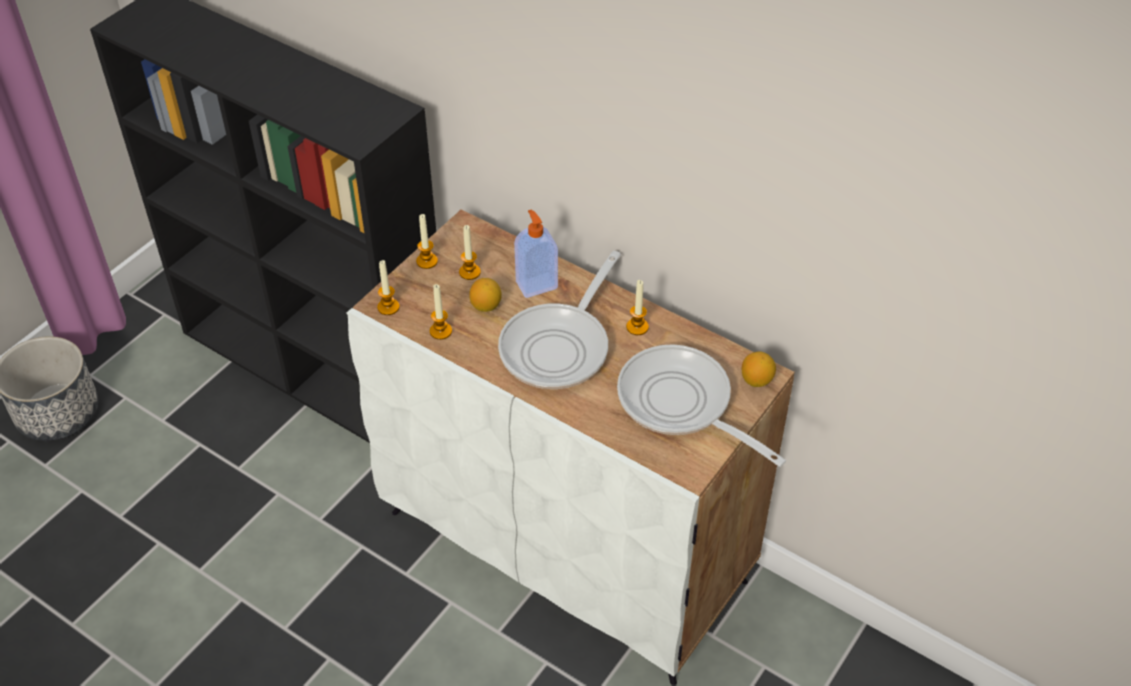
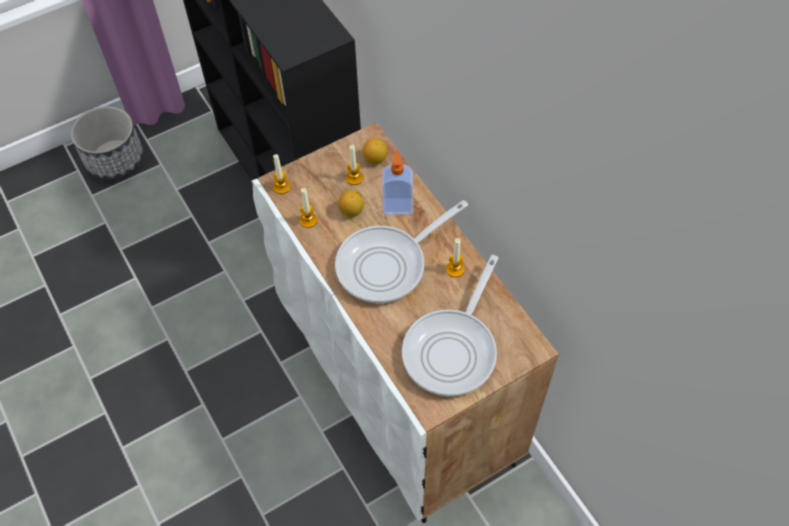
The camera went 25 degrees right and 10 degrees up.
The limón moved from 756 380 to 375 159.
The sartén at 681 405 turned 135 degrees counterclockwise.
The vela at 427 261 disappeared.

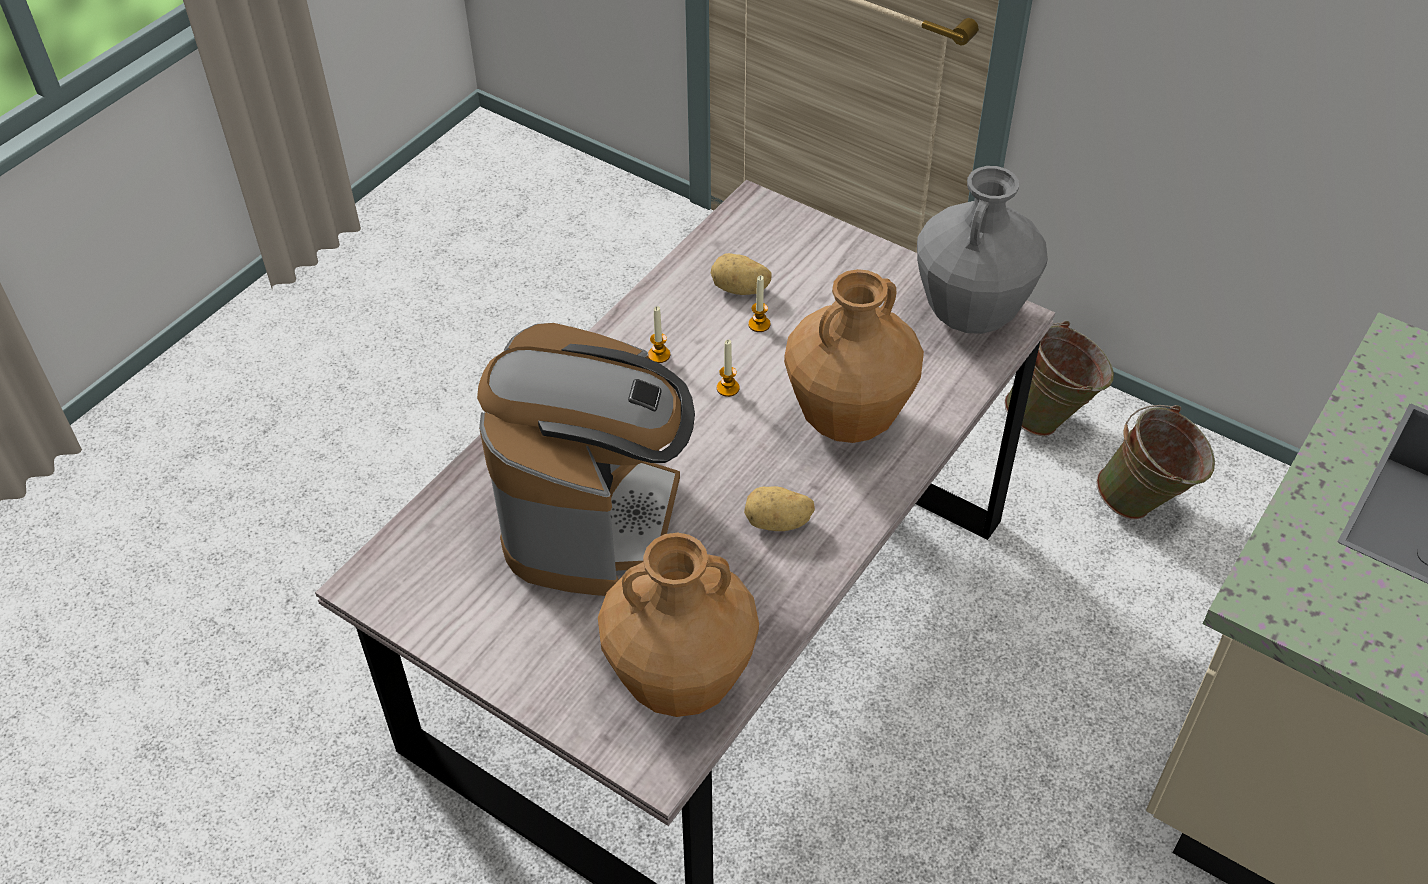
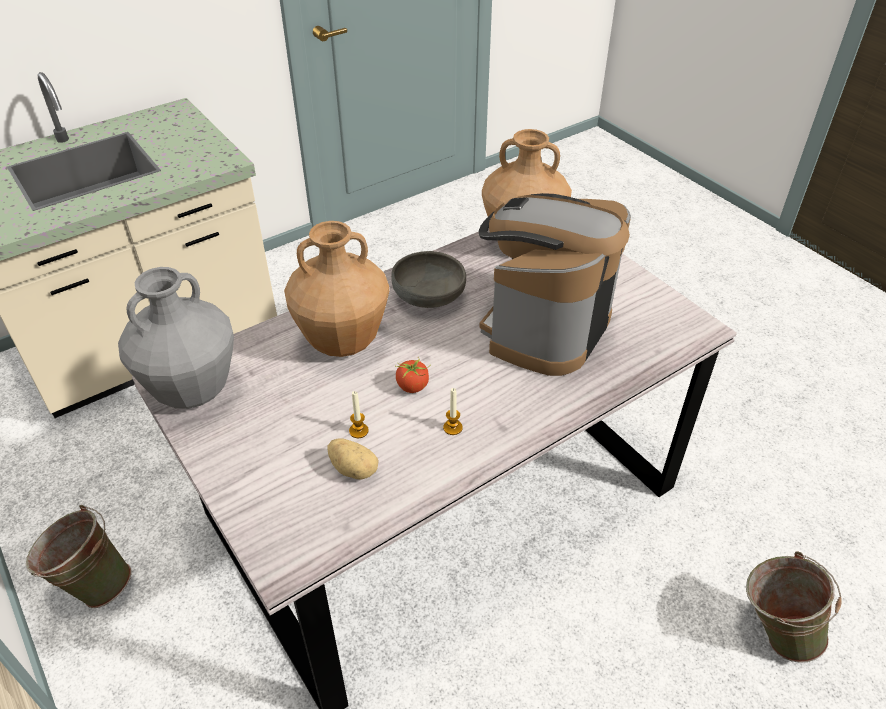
The camera went 160 degrees left and 5 degrees down.
The patata at 778 523 was replaced by the cuenco (gris) at 428 296.
The vela at 728 388 was replaced by the tomate at 413 386.
The cubo (verde) moved from 1145 504 to 773 632.

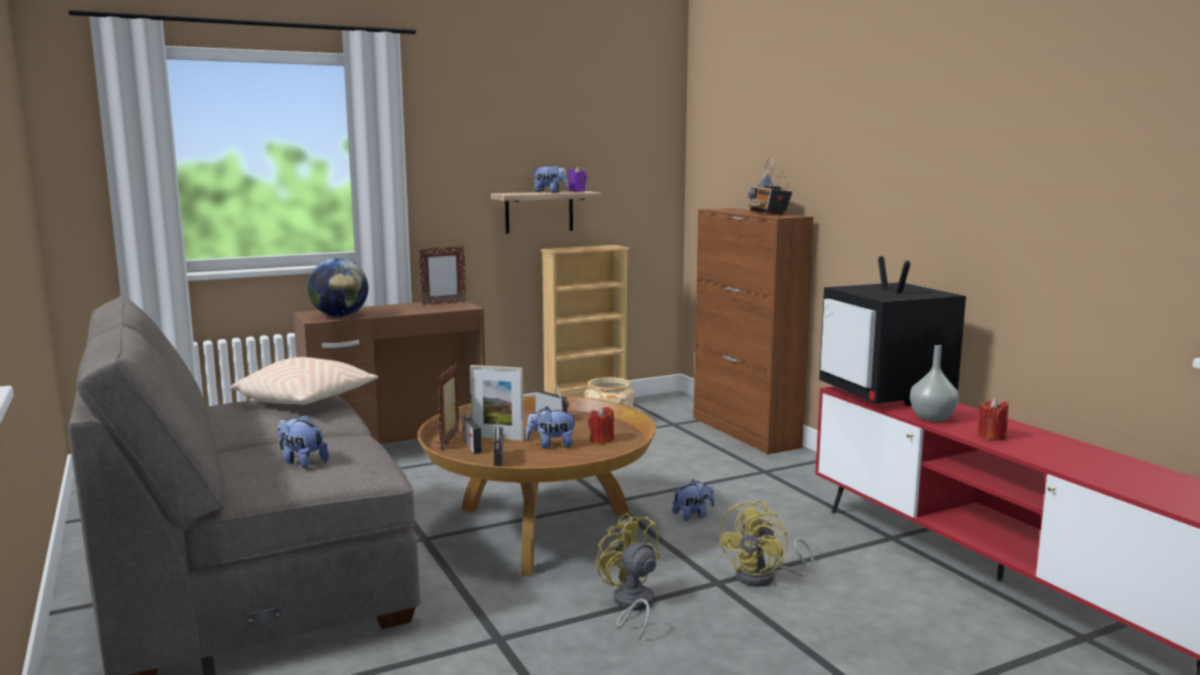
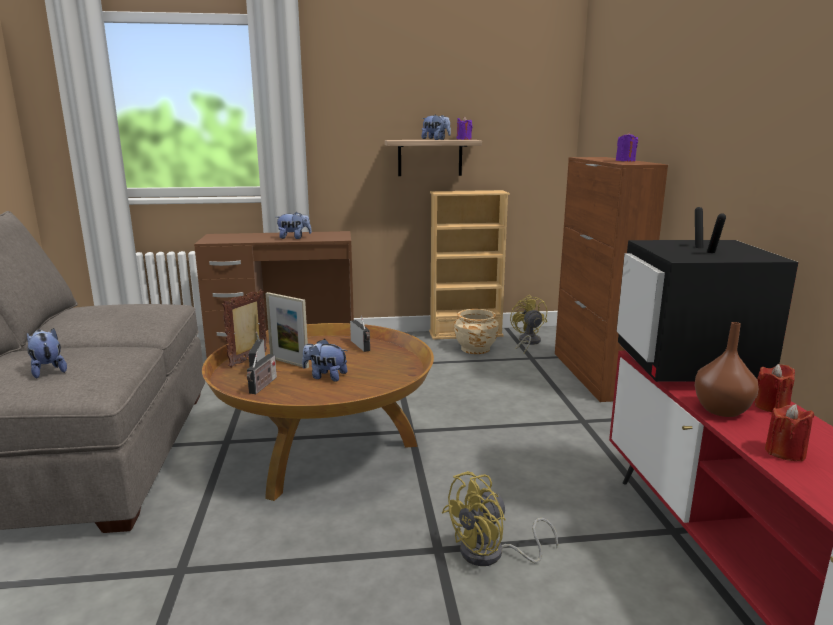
The camera went 20 degrees right and 5 degrees up.
The peluche moved from 693 515 to 294 238.
The ventilador (amarillo) moved from 631 605 to 527 342.
The radio at 768 213 was replaced by the vela (morado) at 625 161.
The florero (gris) at 933 418 became the florero (marrón) at 723 411.
The vela (rojo) moved from 601 440 to 771 406.
The cojín (beis) at 307 401 disappeared.
The globo terráqueo at 339 316 disappeared.
The portarretratos at 443 304 disappeared.

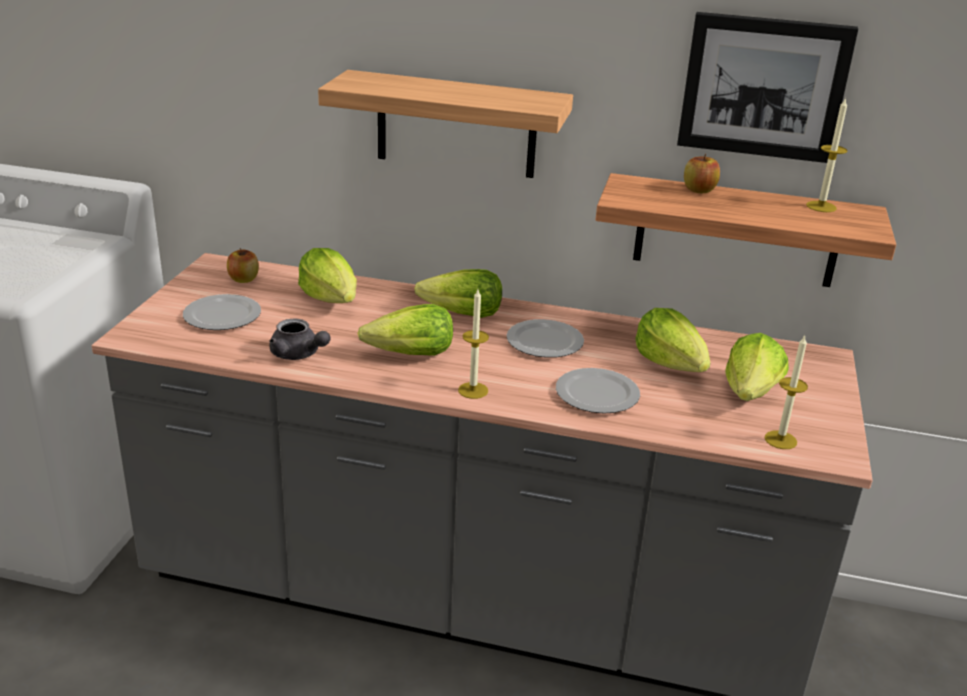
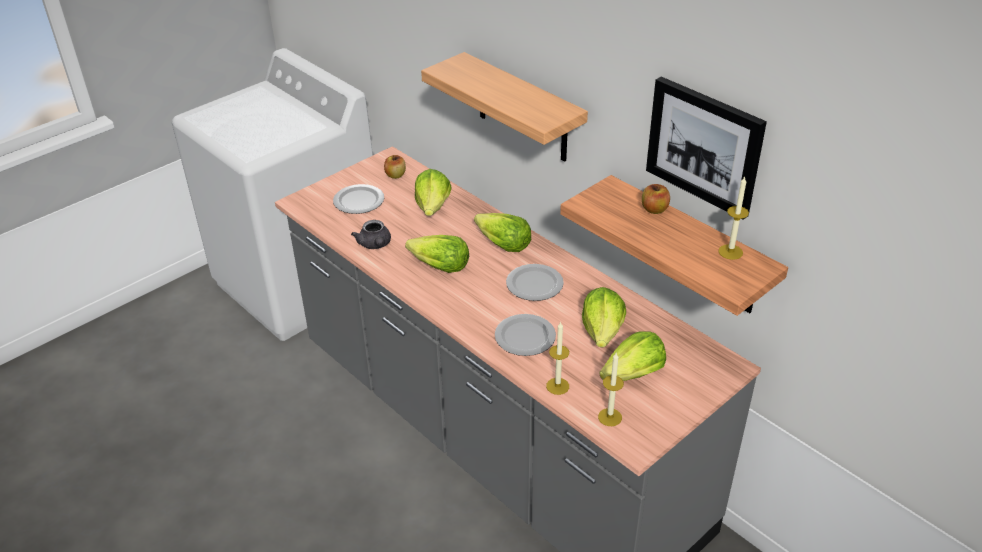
The camera went 35 degrees right and 10 degrees up.
The vela moved from 473 390 to 557 386.

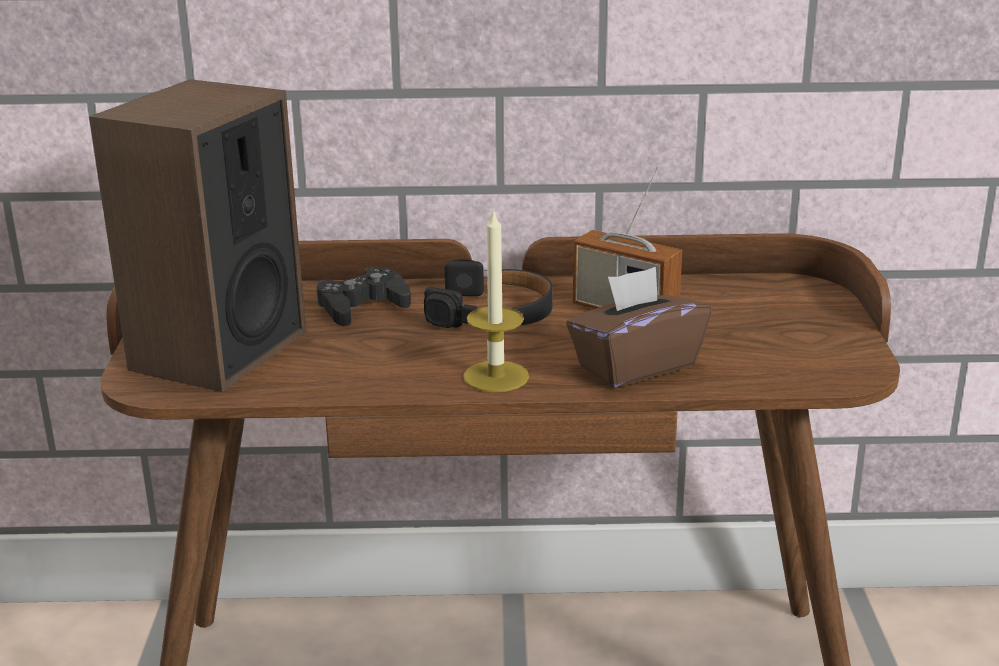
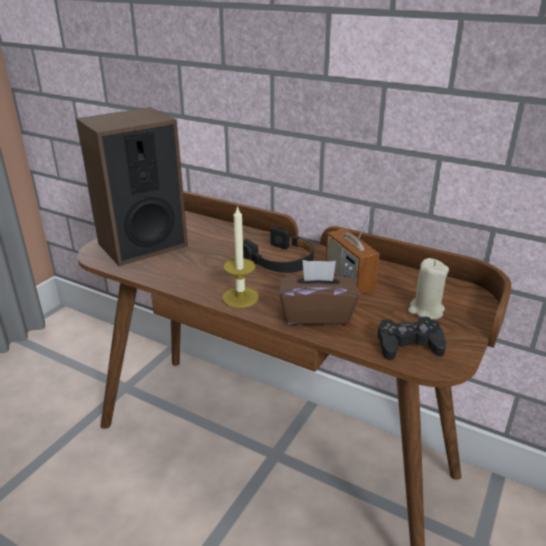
The camera went 30 degrees right and 5 degrees up.
The mando de consola (negro) moved from 362 307 to 408 345.
The vela (beis) at 425 310 appeared.

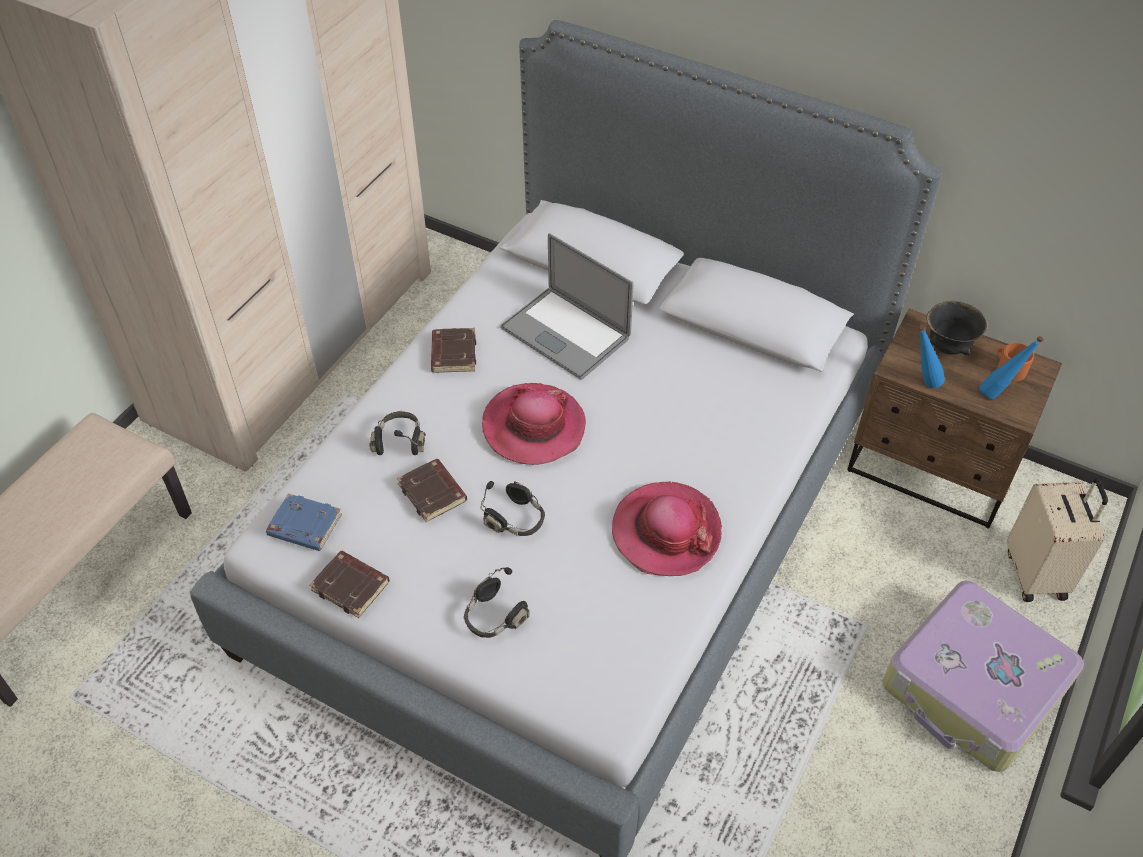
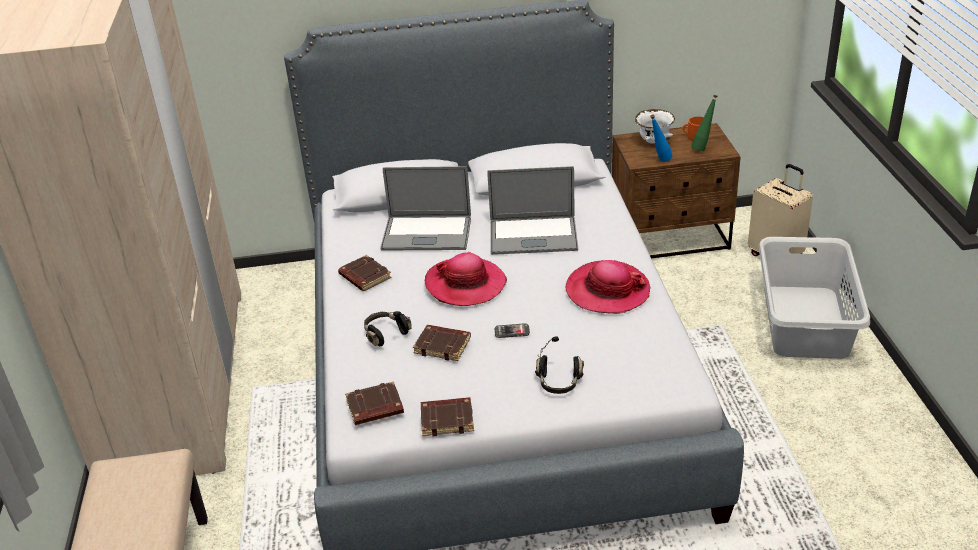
The camera went 35 degrees left and 15 degrees down.
The libro (azul) at 304 526 became the libro (marrón) at 374 408.
The portátil at 533 236 appeared.
The auriculares (negro) at 516 519 was replaced by the móvil at 512 332.
The cuenco (negro) at 947 347 became the cuenco (blanco) at 653 141.
The botella (azul) at 998 393 became the botella (verde) at 703 148.
The maleta at 974 688 was replaced by the cesto de la ropa (gris) at 806 321.

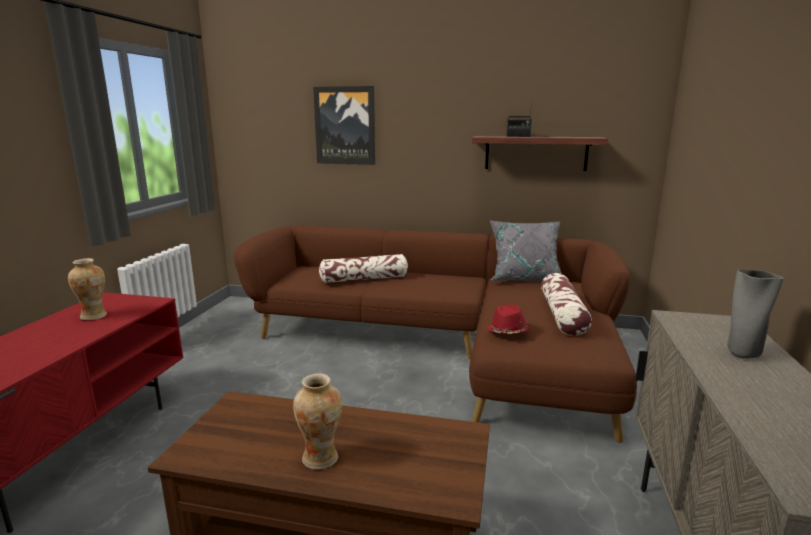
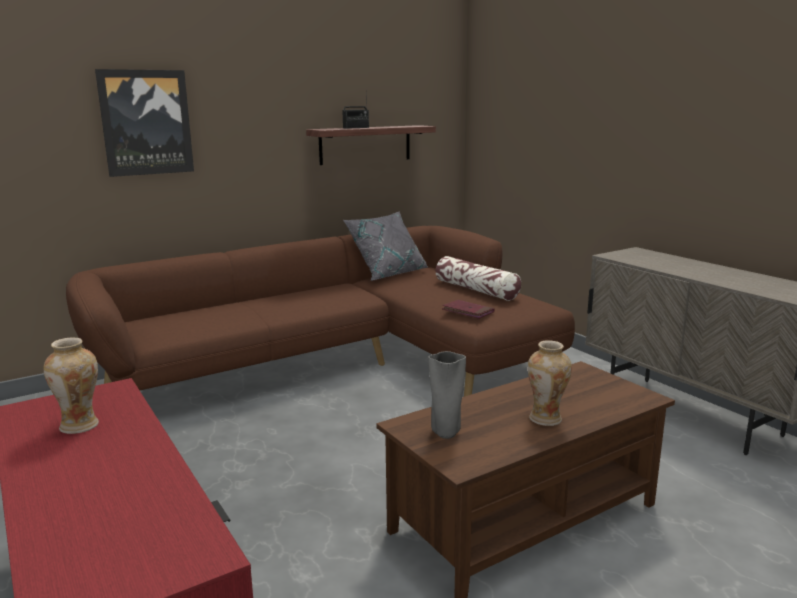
The camera went 45 degrees left and 0 degrees up.
The florero (gris) moved from 741 354 to 445 434.
The sombrero (rojo) at 507 332 was replaced by the libro (rojo) at 468 311.
The cojín at 364 279 disappeared.

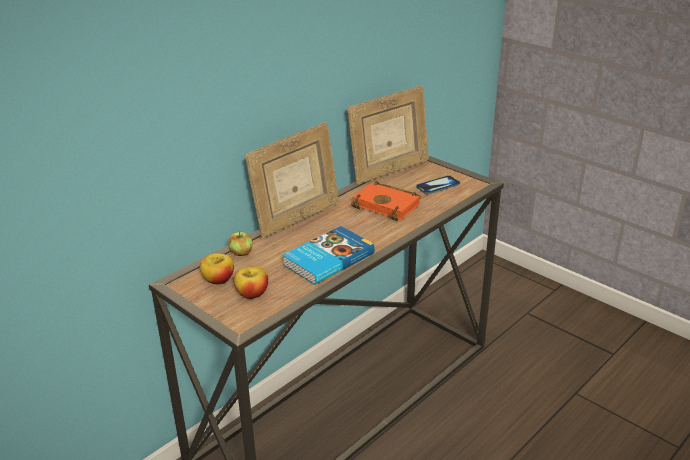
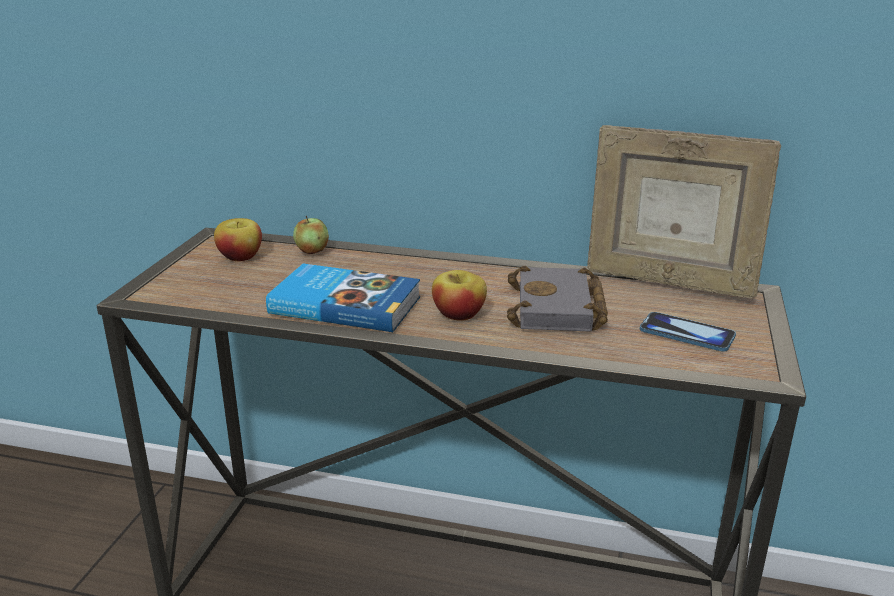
The camera went 60 degrees right and 5 degrees down.
The manzana moved from 252 294 to 459 315.
The libro (naranja) at 388 205 became the libro (gris) at 559 309.
The portarretratos at 297 219 disappeared.

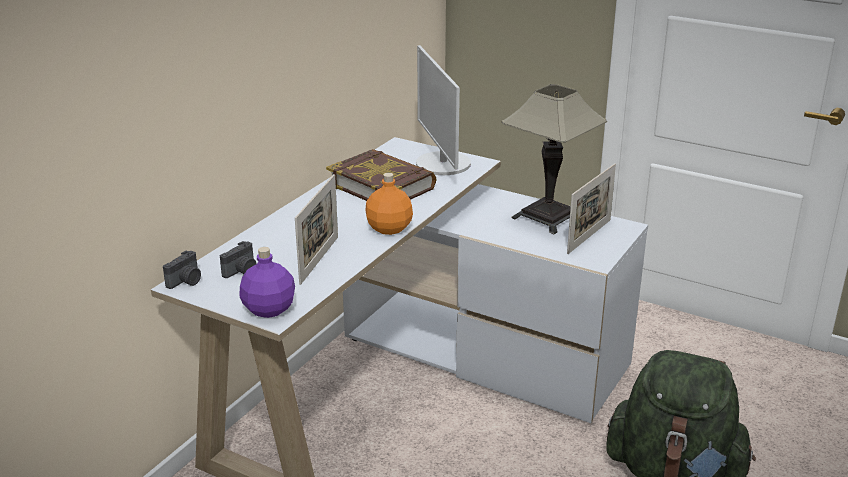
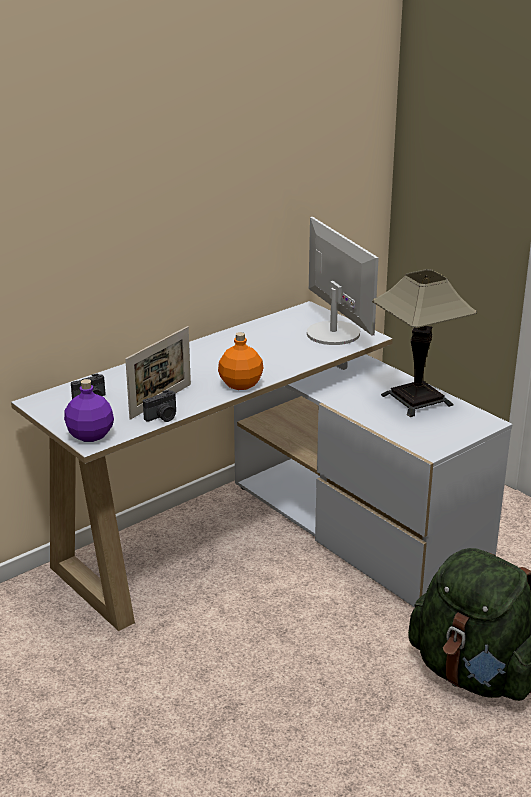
The camera went 20 degrees right and 0 degrees up.
The cámara moved from 186 281 to 163 417.
The monitor at 442 164 turned 150 degrees clockwise.
The libro at 381 186 disappeared.
The portarretratos at 589 236 disappeared.

